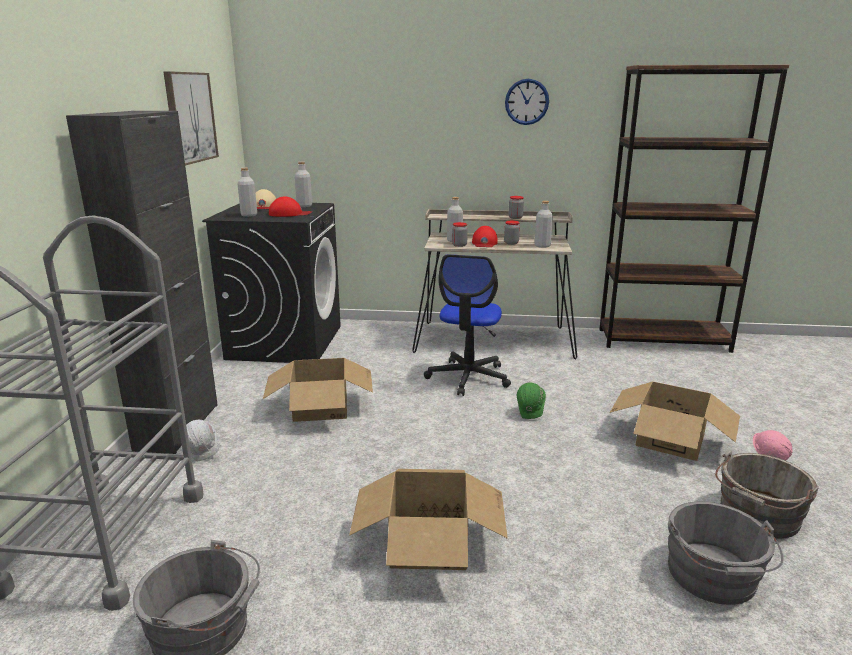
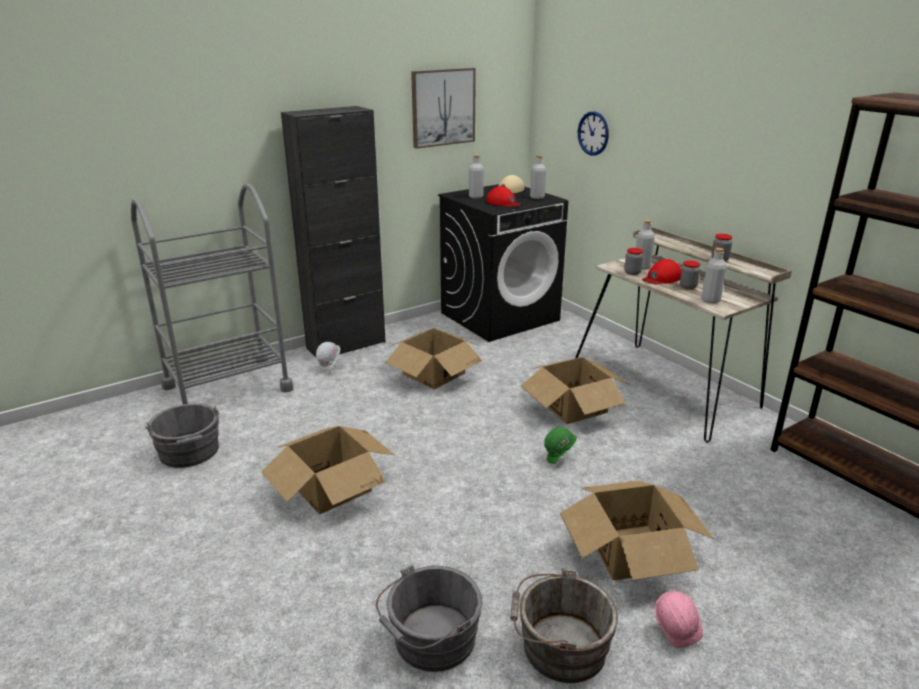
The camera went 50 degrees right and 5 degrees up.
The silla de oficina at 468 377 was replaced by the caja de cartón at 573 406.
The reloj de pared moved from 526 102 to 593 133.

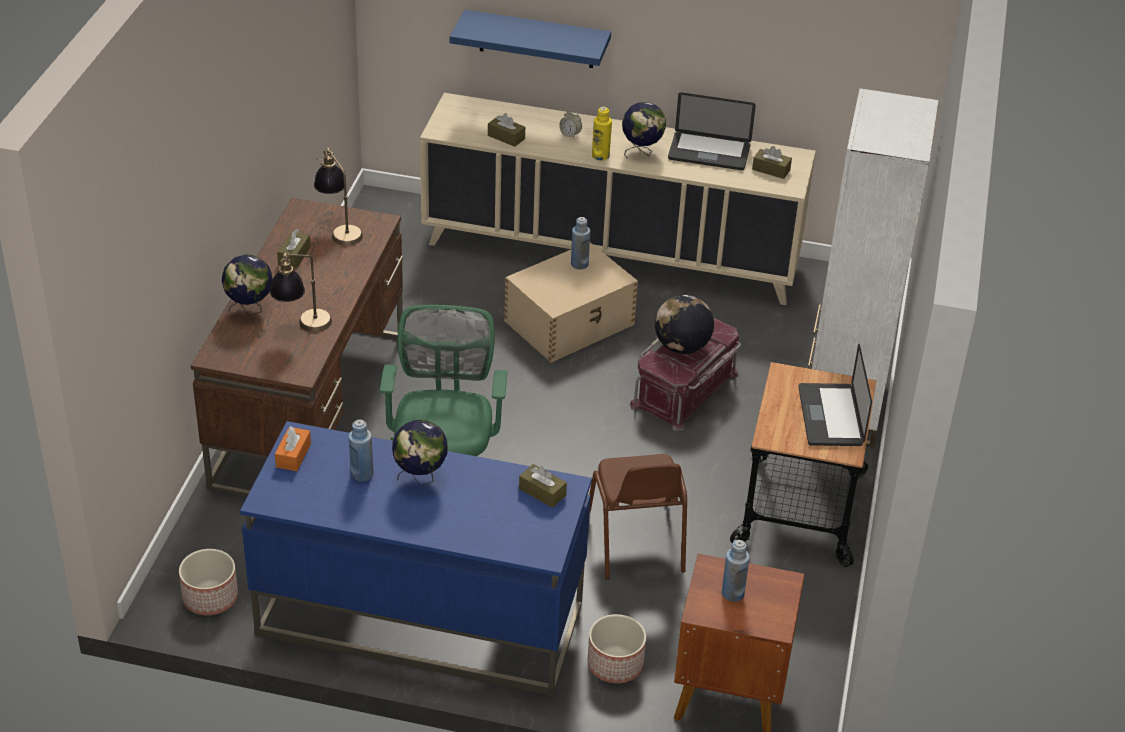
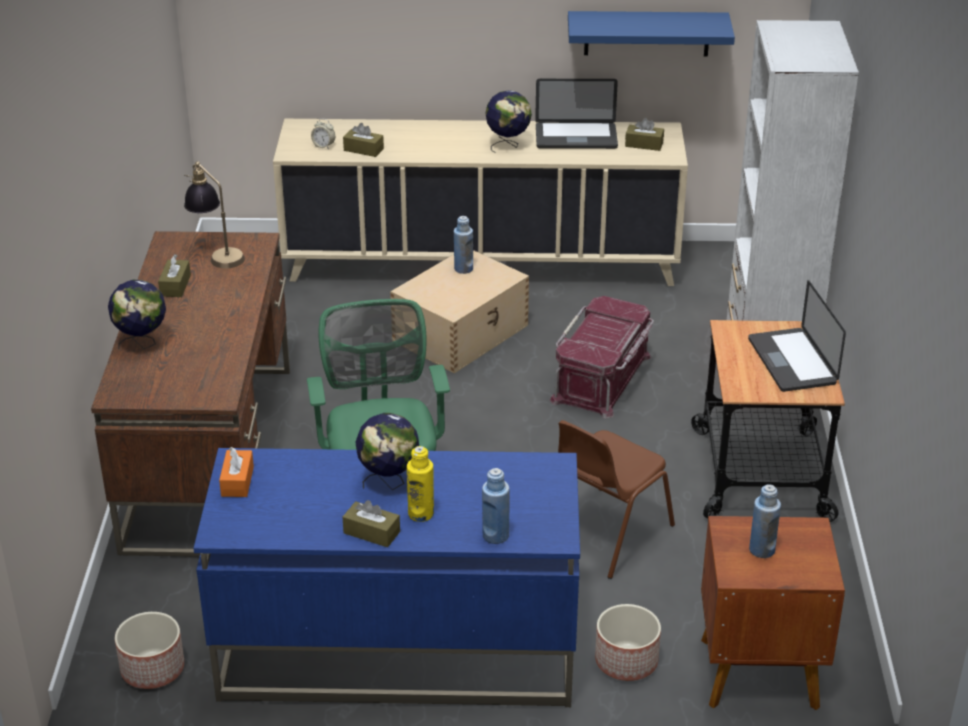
The camera went 10 degrees left and 5 degrees down.
The despertador moved from 570 134 to 323 146.
The caja de pañuelos (marrón) moved from 542 492 to 371 532.
The botella (amarillo) moved from 600 156 to 421 513.
The botella (azul) moved from 362 474 to 495 536.
The silla (marrón) at 636 542 turned 60 degrees clockwise.
The estante (azul) moved from 536 39 to 647 33.
The lámpara de mesa at 302 326 disappeared.
The globo terráqueo at 681 347 disappeared.

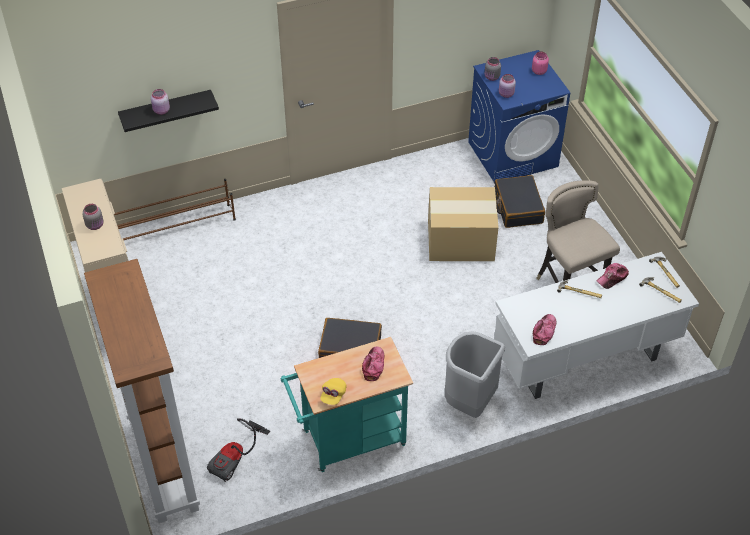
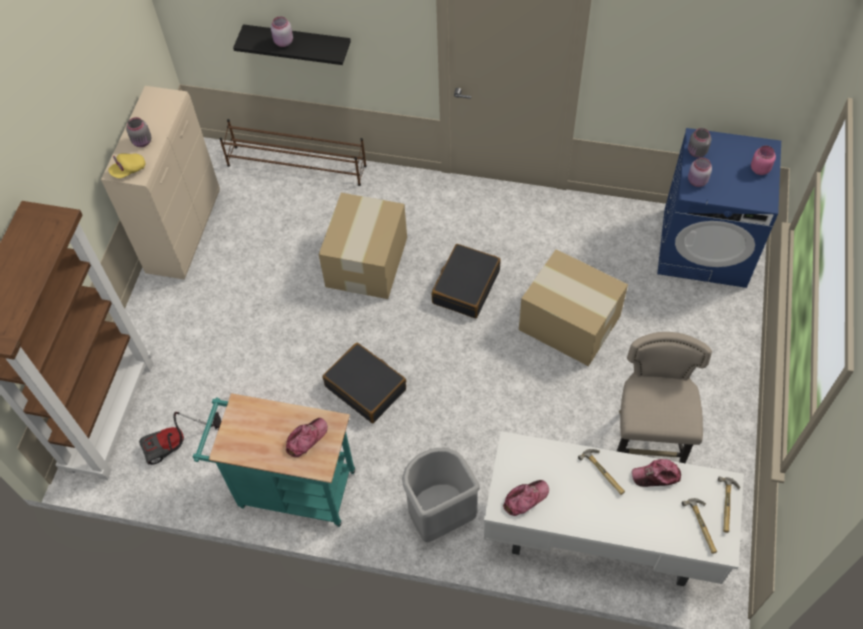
The camera went 35 degrees right and 10 degrees up.
The gorra (amarillo) moved from 333 395 to 128 170.
The caja de cartón at 365 263 appeared.
The maleta (negro) moved from 517 208 to 465 287.

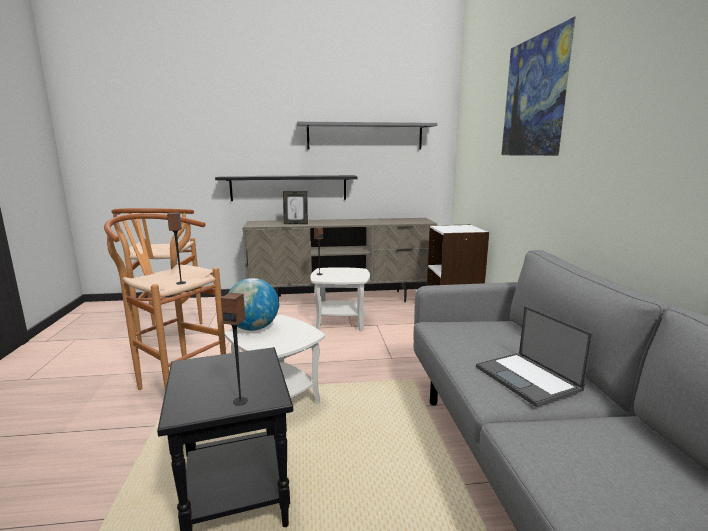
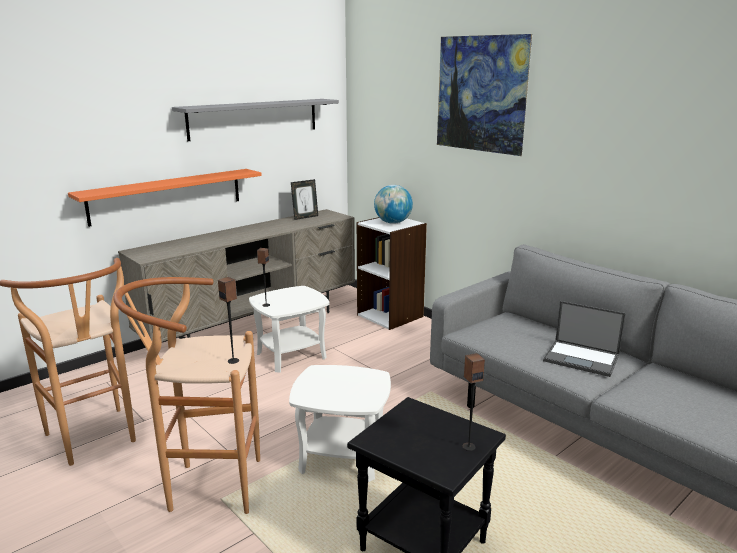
The camera went 35 degrees left and 5 degrees up.
The estante (negro) at 288 188 became the estante (naranja) at 167 196.
The portarretratos moved from 296 223 to 305 217.
The globo terráqueo moved from 254 328 to 393 222.

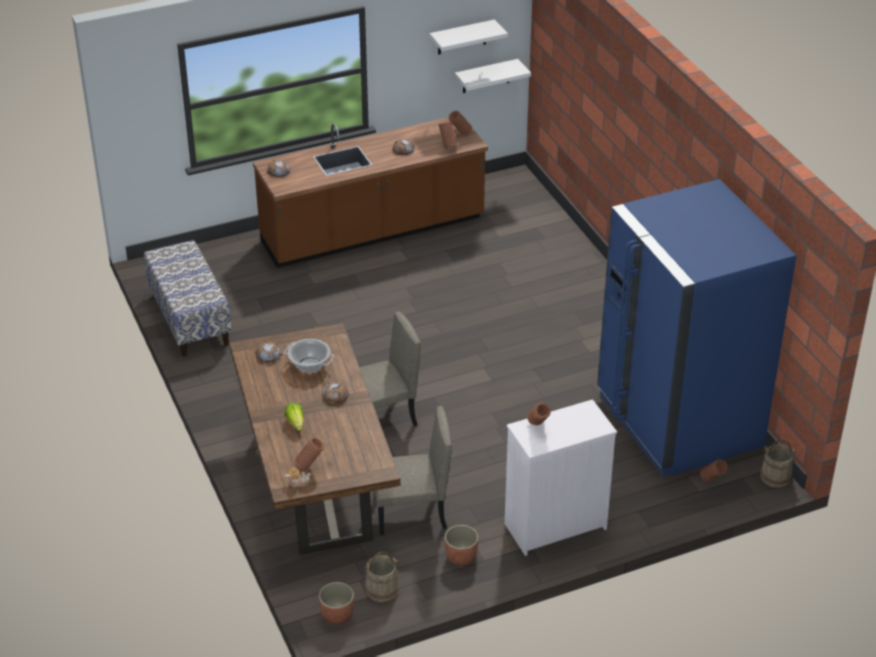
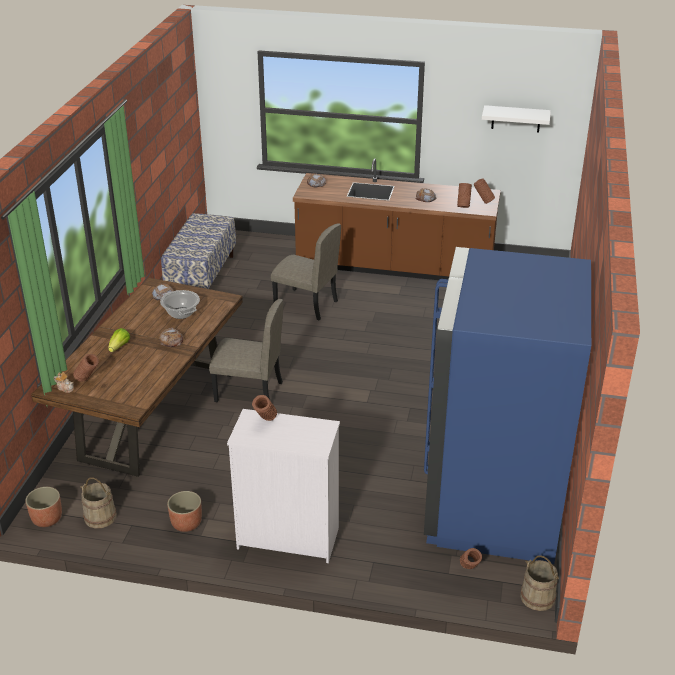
The camera went 35 degrees right and 5 degrees down.
The silla (beis) moved from 410 513 to 306 304.
The estante (blanco) at 486 76 disappeared.

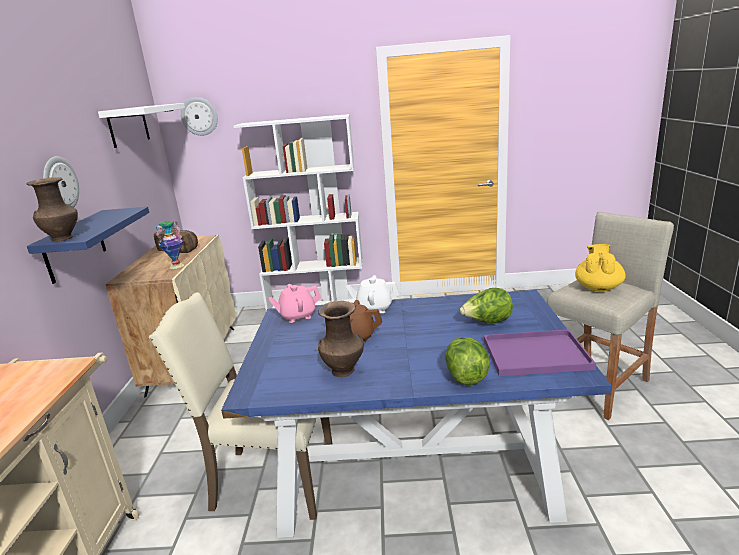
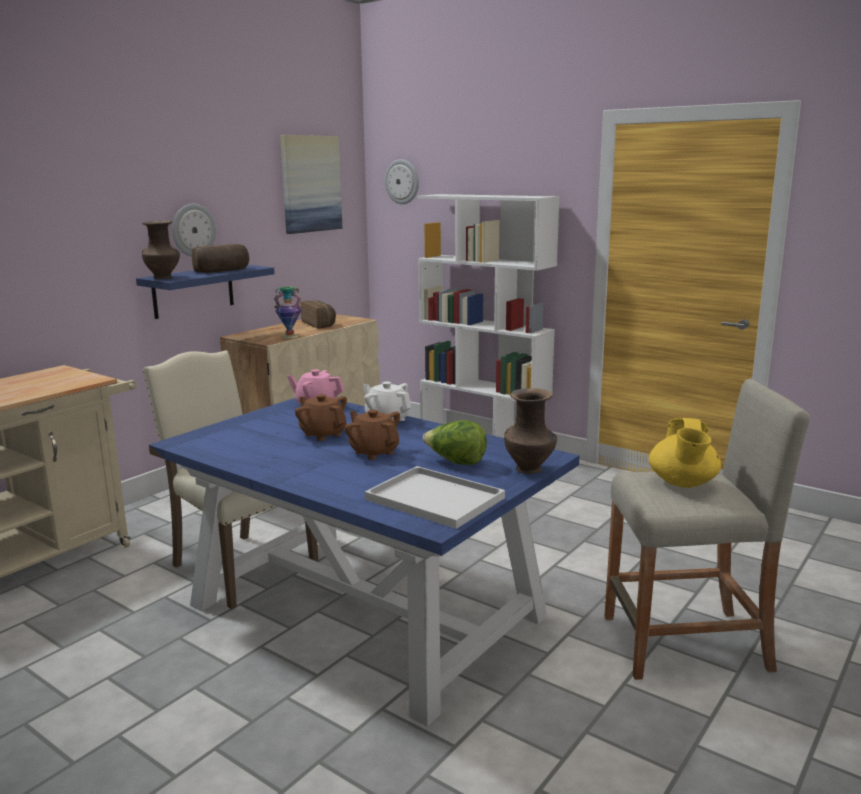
The camera went 35 degrees right and 5 degrees down.
The pan at 223 271 appeared.
The estante (blanco) at 128 126 was replaced by the cuadro at 310 184.
The tetera (marrón) at 374 452 appeared.
The bandeja (morado) at 537 353 became the bandeja (blanco) at 437 499.
The florero (marrón) moved from 344 371 to 530 470.
The tetera (amarillo) at 598 287 turned 135 degrees clockwise.
The lechuga at 465 375 disappeared.

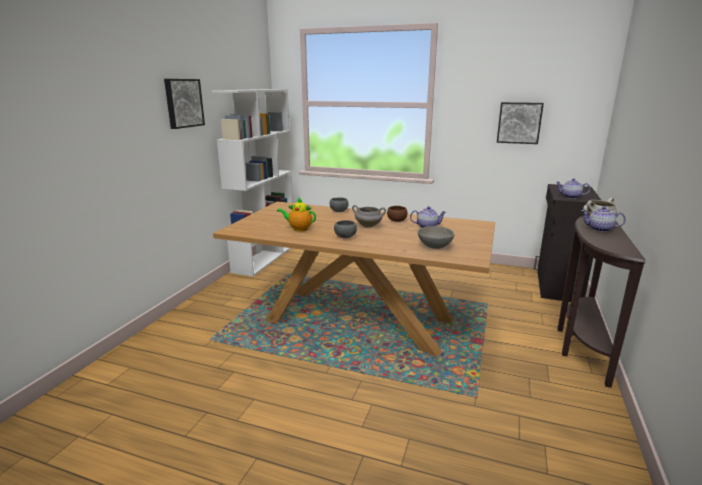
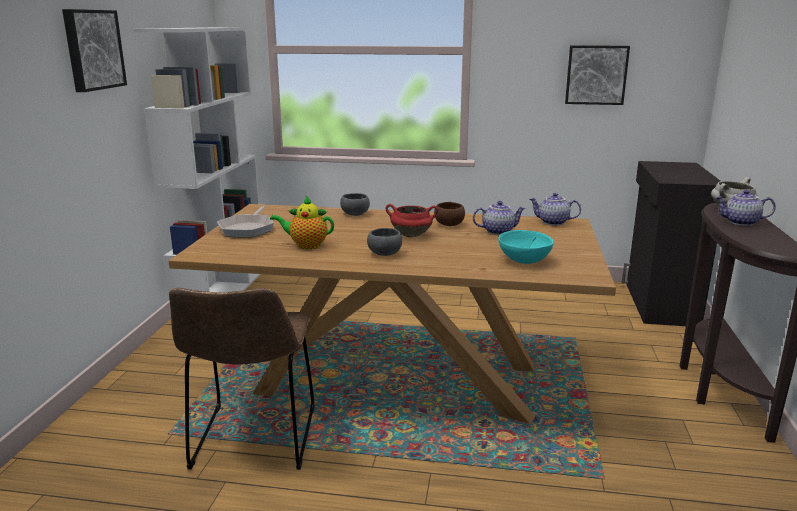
The camera went 10 degrees left and 0 degrees up.
The silla (marrón) at 254 441 appeared.
The sartén at 248 229 appeared.
The olla (gris) at 368 226 became the olla (rojo) at 412 235.
The cuenco (gris) at 435 246 became the cuenco (turquesa) at 524 260.
The tetera moved from 570 197 to 552 222.

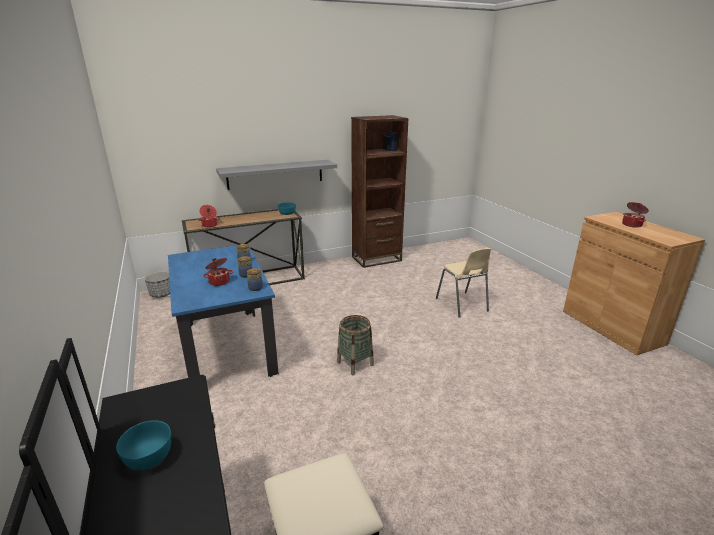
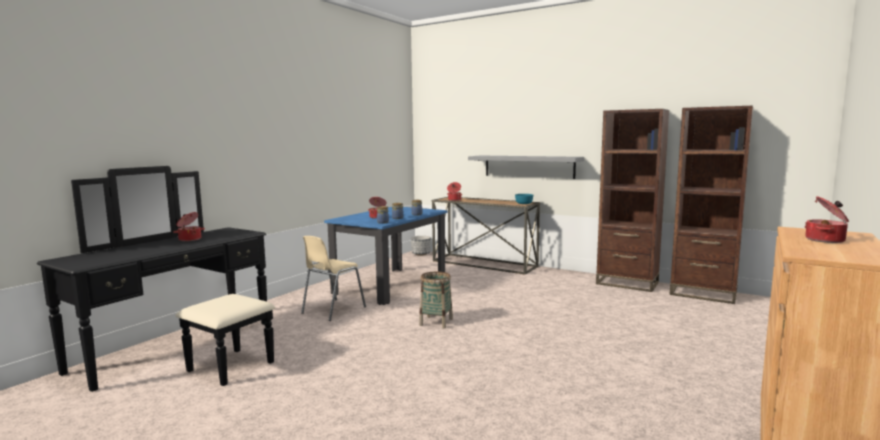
The camera went 55 degrees right and 15 degrees down.
The cuenco (turquesa) at 148 457 was replaced by the olla at 190 239.
The silla (beis) moved from 462 305 to 332 310.
The estantería (marrón) at 703 294 appeared.

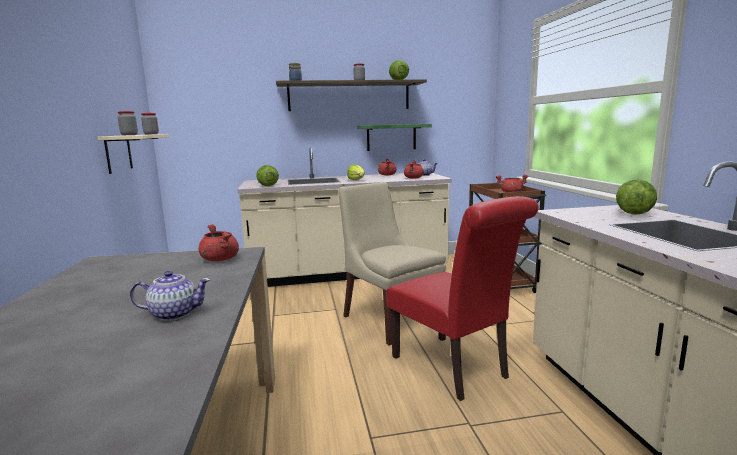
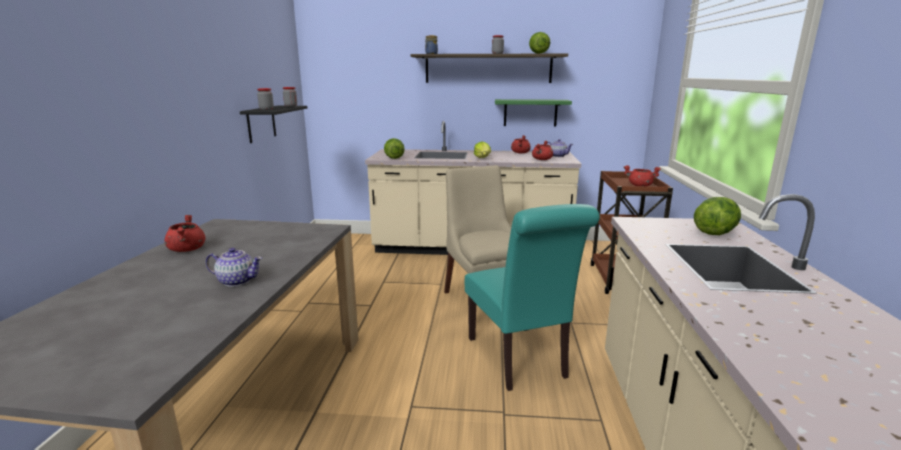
The camera went 15 degrees right and 5 degrees up.
The olla (rojo) moved from 219 259 to 187 249.
The estante (beis) at 118 153 became the estante (negro) at 261 123.
The silla (rojo) at 454 369 became the silla (turquesa) at 519 360.

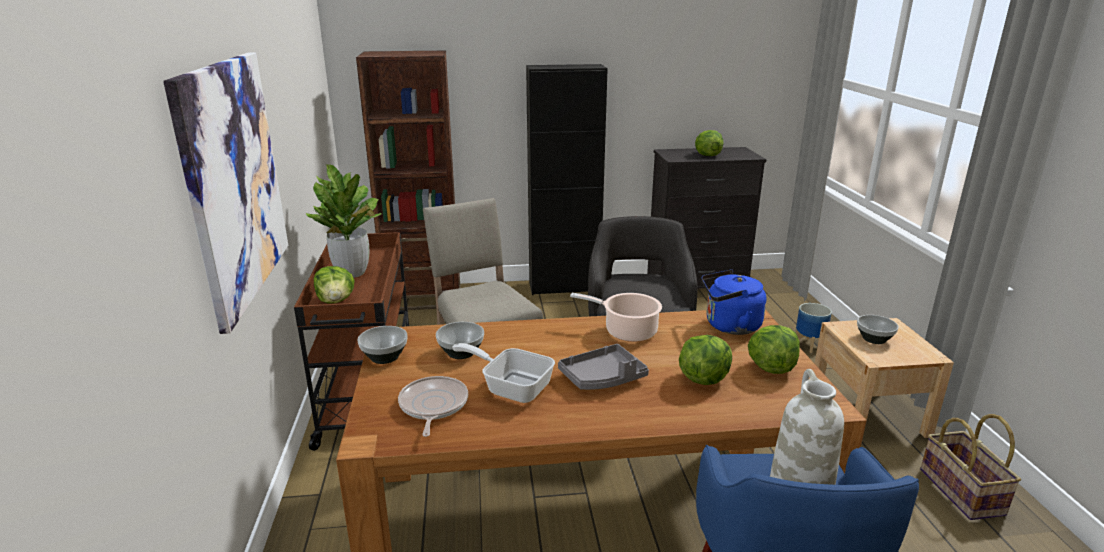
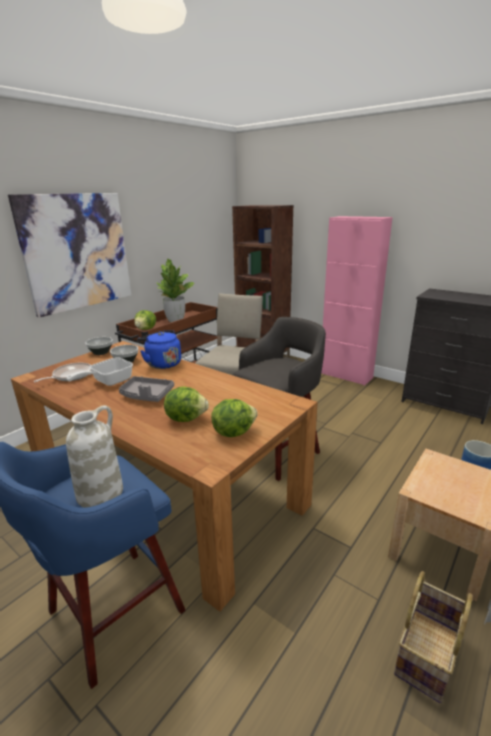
The camera went 45 degrees right and 0 degrees up.
The sartén at 511 387 turned 120 degrees counterclockwise.
The hervidor (azul) moved from 729 326 to 162 363.
The armario (negro) at 564 287 became the armario (rosa) at 346 375.
The olla at 627 331 disappeared.
The lechuga at 707 155 disappeared.
The cuenco at 874 339 disappeared.

